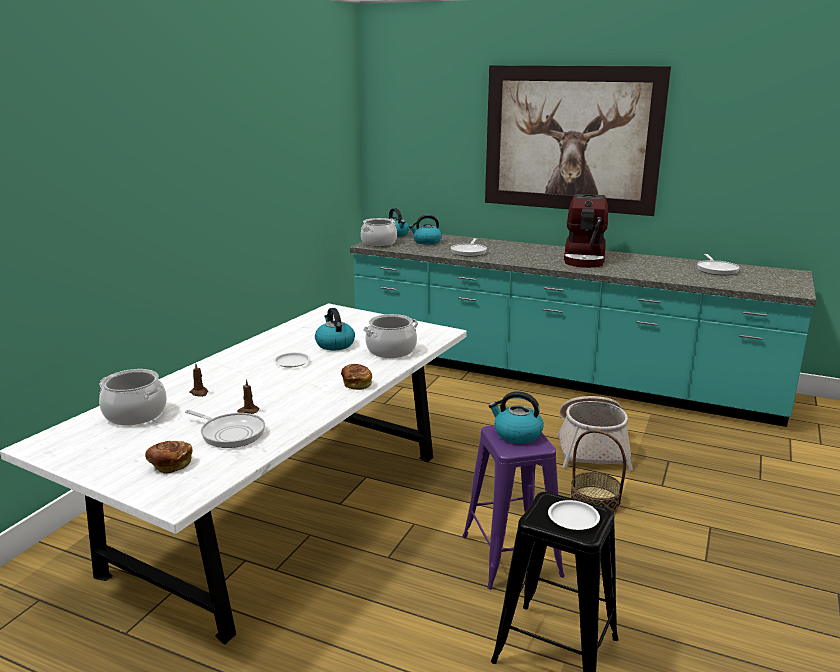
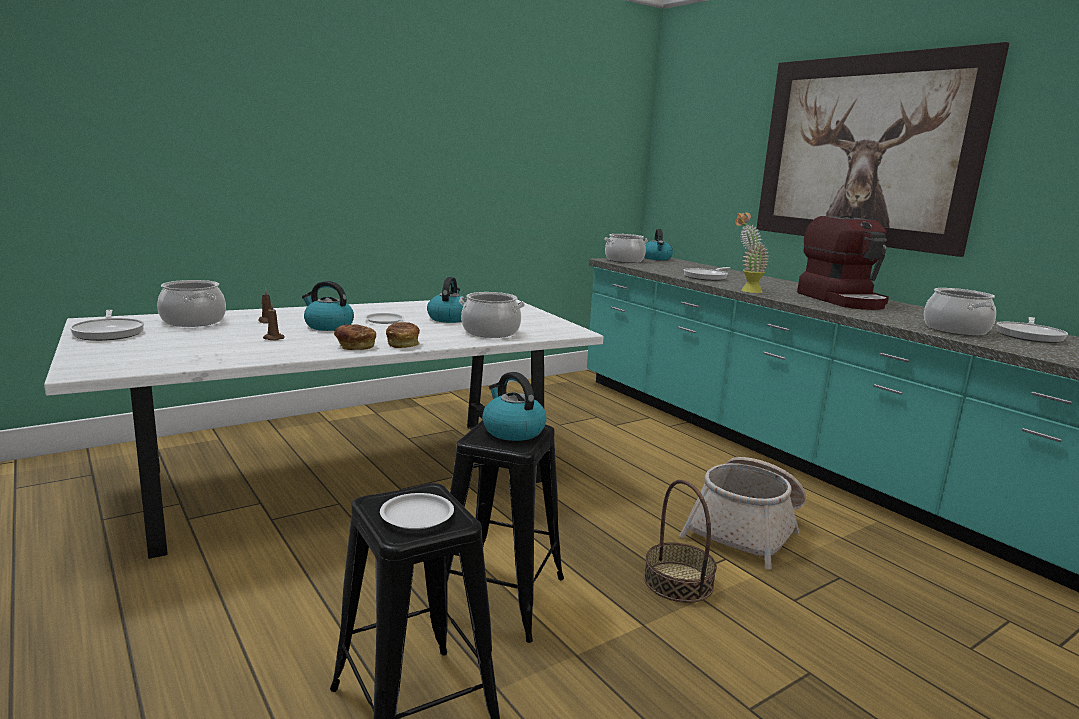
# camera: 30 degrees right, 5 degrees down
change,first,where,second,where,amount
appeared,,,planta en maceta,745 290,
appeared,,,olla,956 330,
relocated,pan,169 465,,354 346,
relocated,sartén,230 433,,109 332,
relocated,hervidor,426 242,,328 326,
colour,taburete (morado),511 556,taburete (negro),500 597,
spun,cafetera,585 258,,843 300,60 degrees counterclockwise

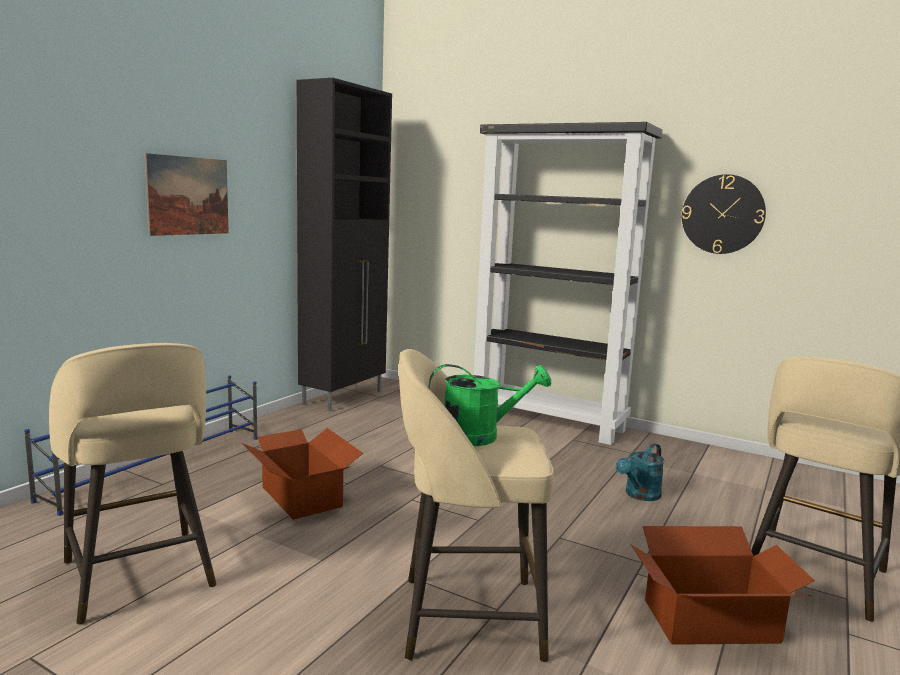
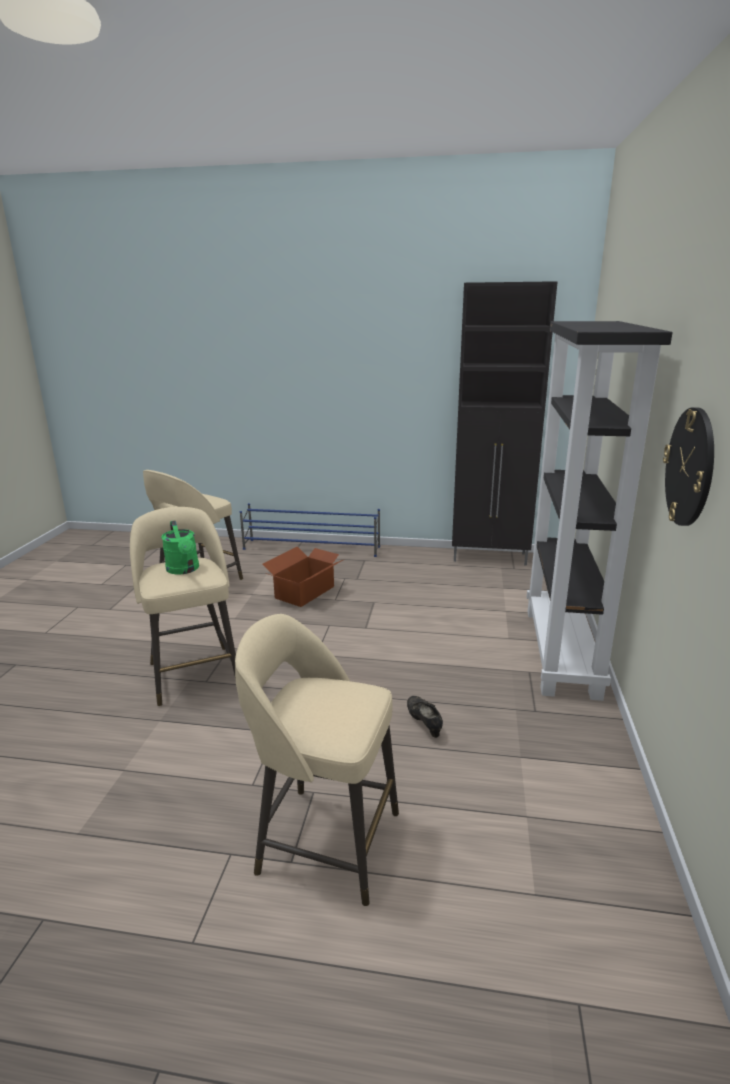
# camera: 70 degrees right, 10 degrees up
change,first,where,second,where,amount
missing,cuadro,188 196,,,
missing,caja de cartón,712 622,,,
exchanged,regadera (turquesa),639 495,zapato (negro),424 723,

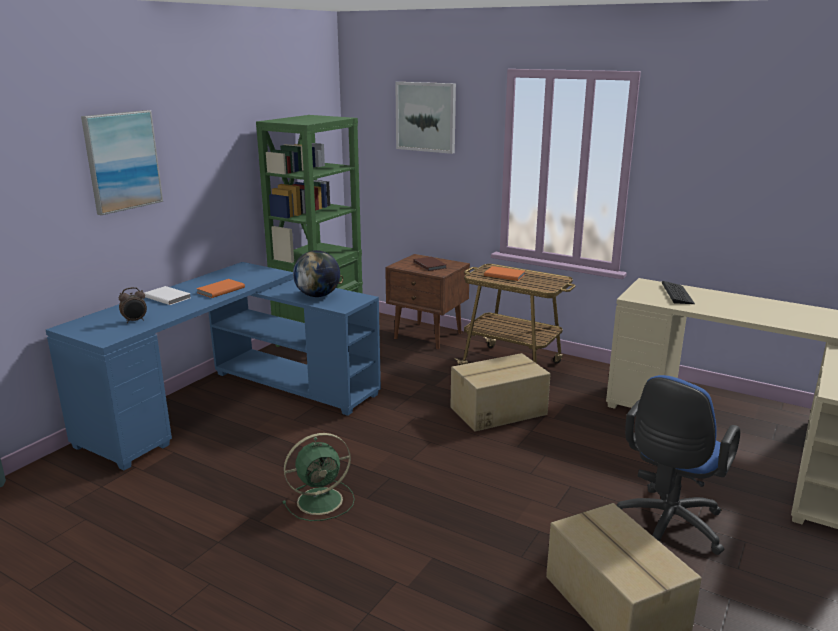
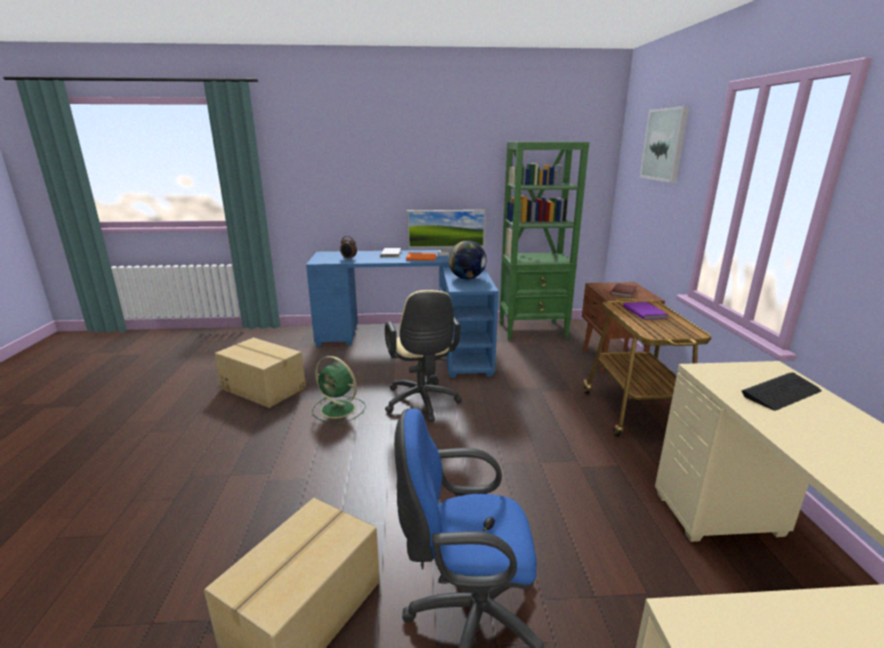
# camera: 55 degrees right, 0 degrees up
change,first,where,second,where,amount
missing,cuadro,122 161,,,
appeared,,,silla de oficina (beis),422 403,
appeared,,,monitor,446 254,
relocated,caja de cartón,497 410,,264 388,
colour,libro (naranja),504 275,libro (morado),645 312,

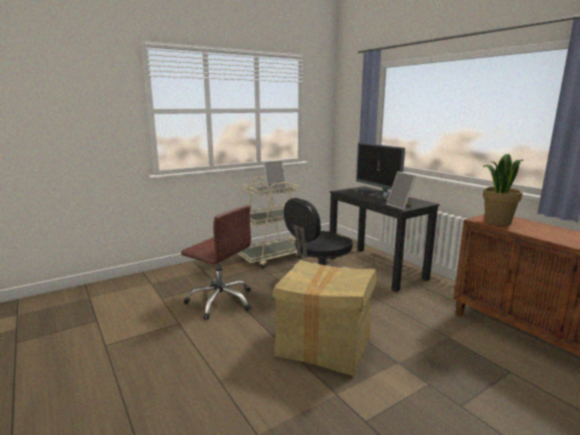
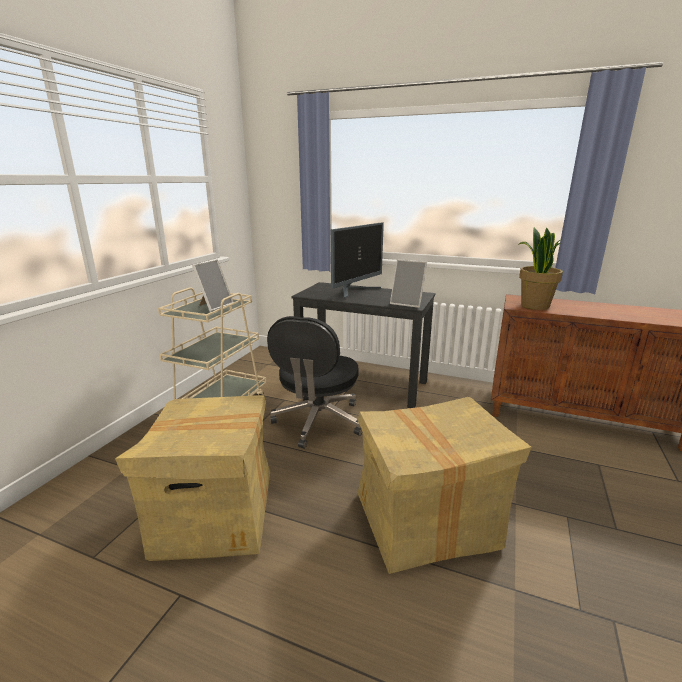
# camera: 35 degrees left, 5 degrees up
change,first,where,second,where,amount
exchanged,silla de oficina (marrón),221 301,caja de cartón,214 513,
spun,monitor,378 194,,355 291,75 degrees counterclockwise

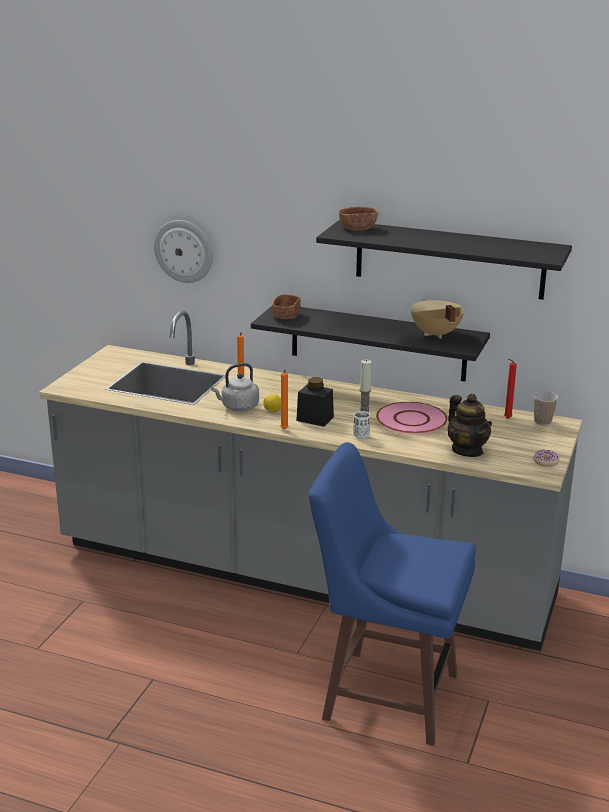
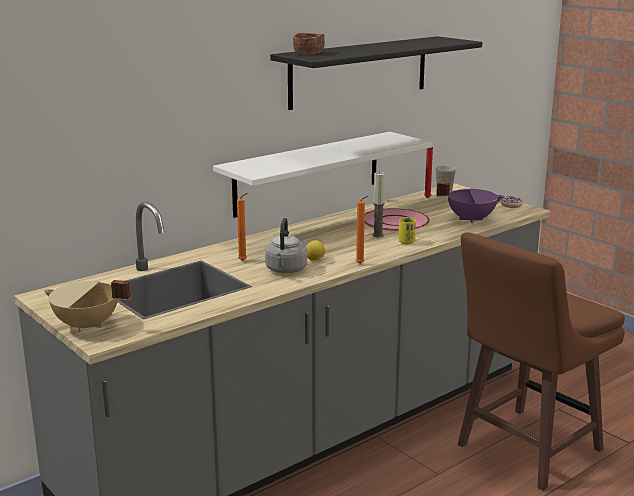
# camera: 60 degrees left, 5 degrees down
change,first,where,second,where,amount
missing,reloj de pared,184 251,,,
missing,cuenco (marrón),286 316,,,
missing,tarro (negro),315 419,,,
relocated,olla (beis),435 334,,86 326,
exchanged,tetera,467 450,olla (morado),470 219,
colour,estante (negro),377 342,estante (blanco),308 173,
colour,taburete (azul),386 694,taburete (marrón),526 448,
colour,taza (blanco),361 436,taza (amarillo),406 242,

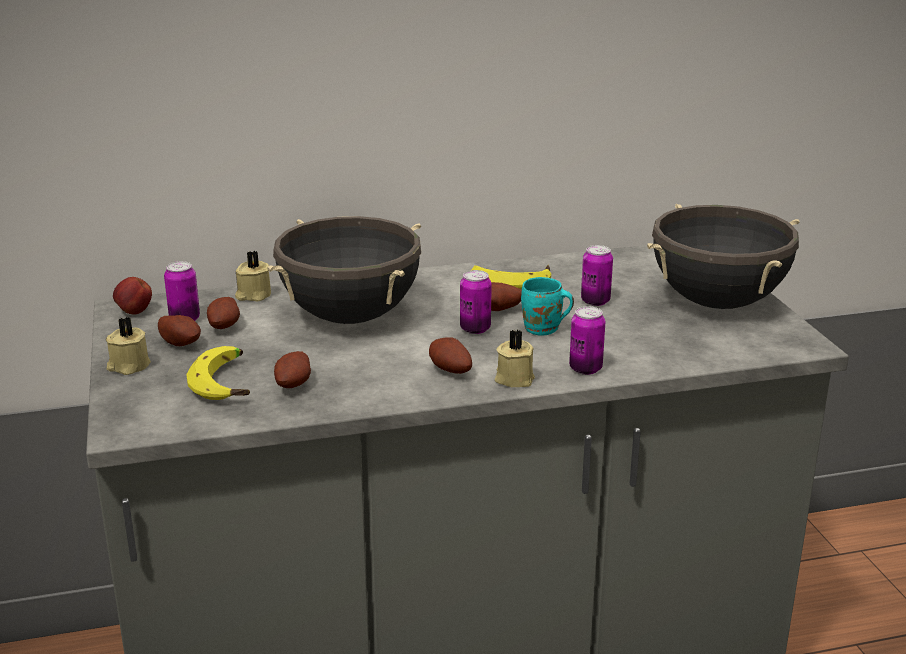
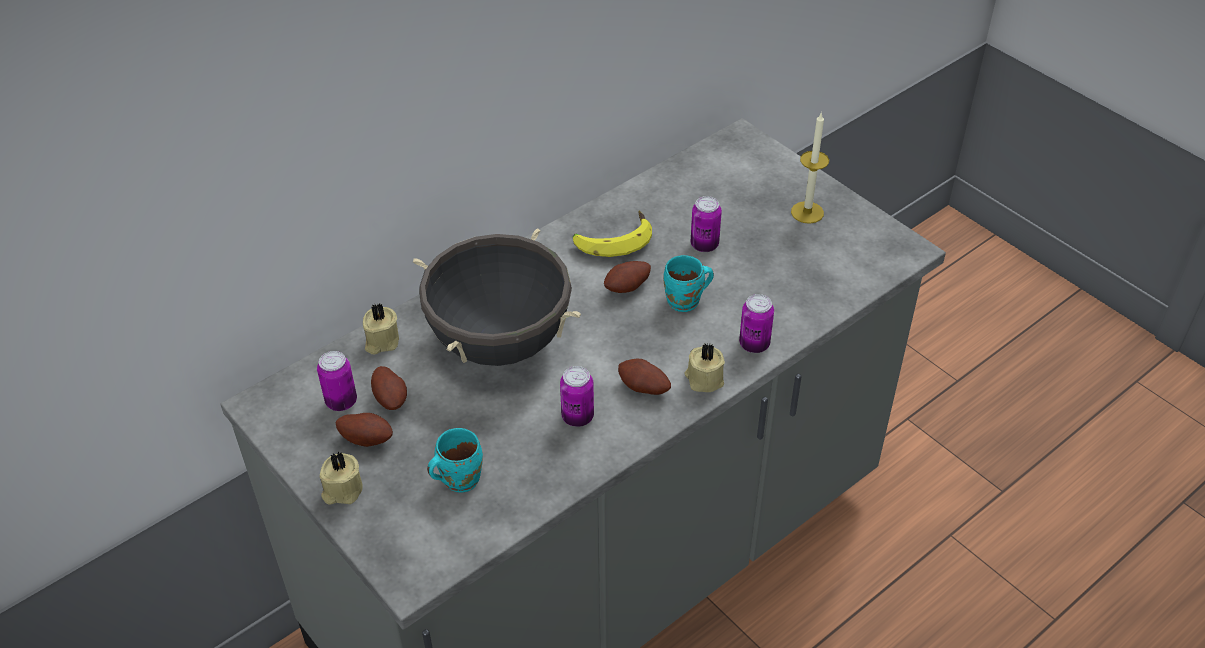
# camera: 25 degrees left, 20 degrees up
change,first,where,second,where,amount
missing,manzana,134 312,,,
missing,patata,295 385,,,
relocated,lata,475 329,,577 417,
exchanged,plátano,228 383,taza grande (turquesa),458 478,
exchanged,olla (negro),717 302,vela,807 212,

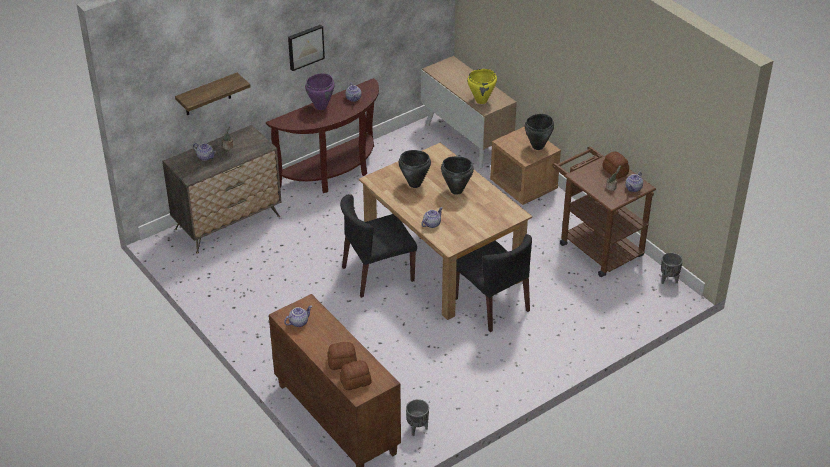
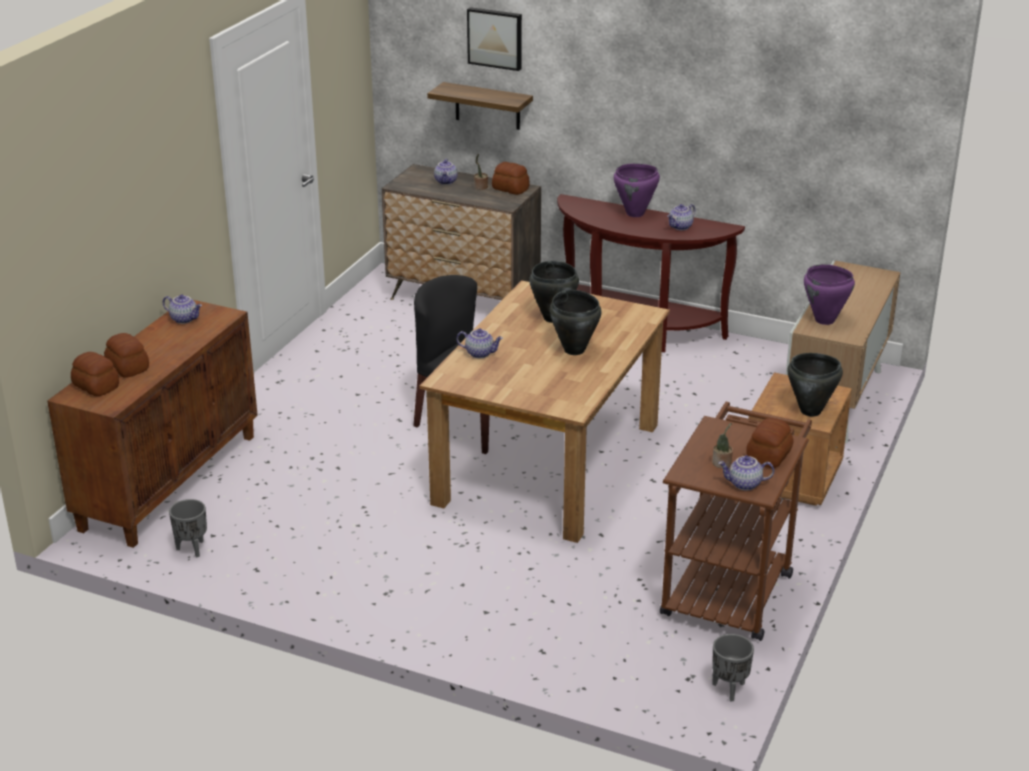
# camera: 60 degrees right, 10 degrees down
change,first,where,second,where,amount
missing,silla (negro),492 305,,,
appeared,,,pan,510 188,
relocated,cuadro,305 46,,495 38,
colour,olla (amarillo),481 101,olla (morado),824 320,

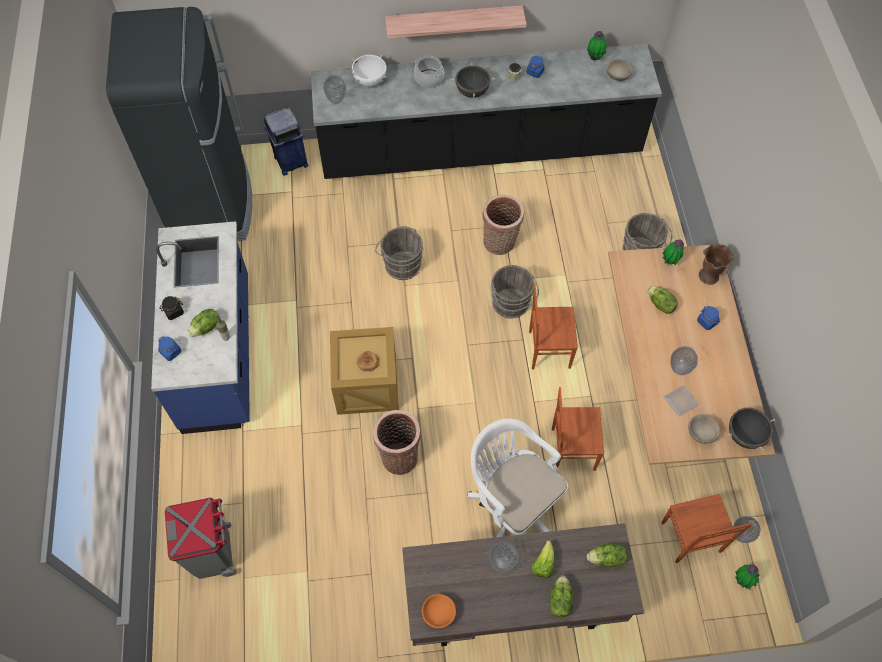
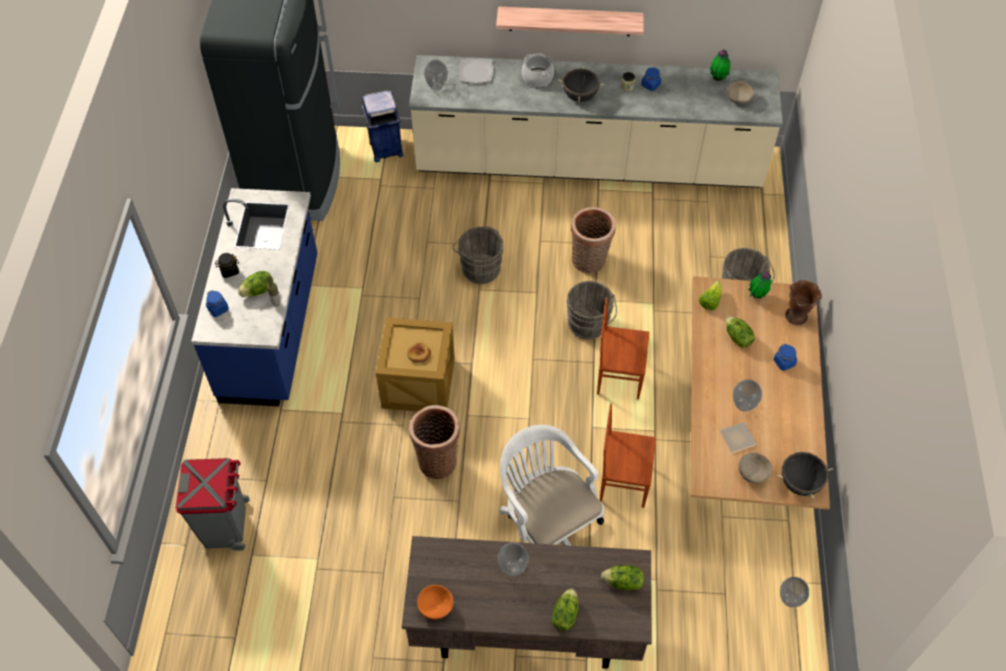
# camera: 10 degrees right, 5 degrees down
change,first,where,second,where,amount
missing,silla (marrón),690 538,,,
missing,planta en maceta,742 580,,,
relocated,lechuga,543 564,,710 301,
exchanged,olla (blanco),370 81,plato,475 72,
colour,mueble bajo de cocina (negro),481 151,mueble bajo de cocina (beis),588 165,

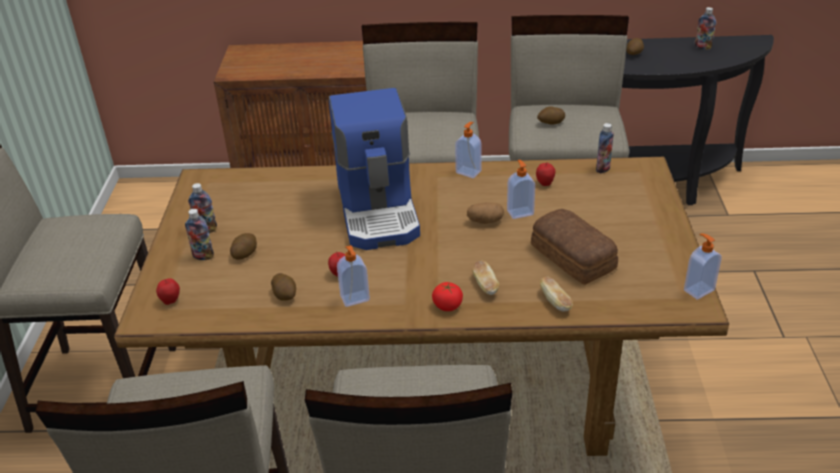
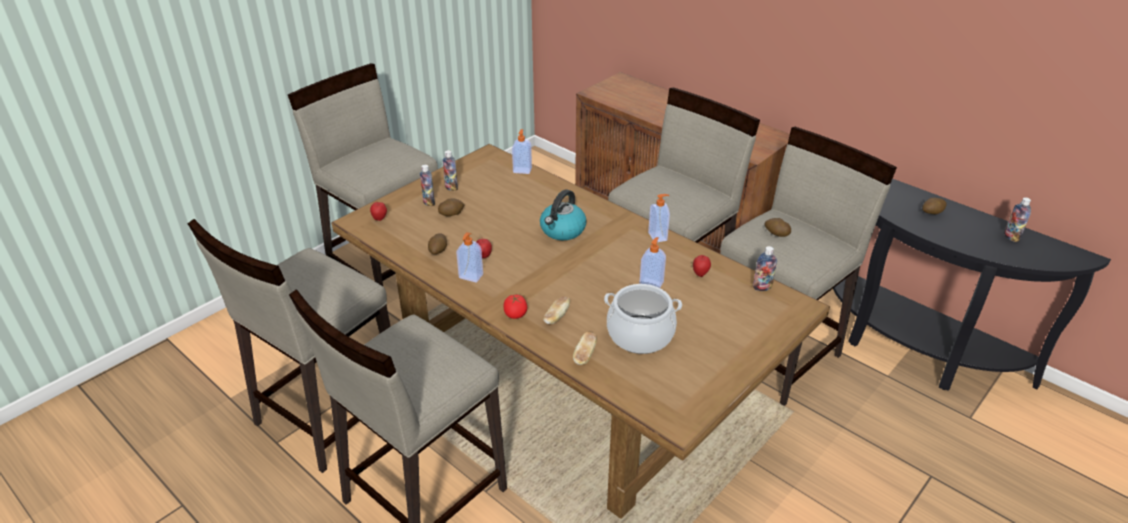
# camera: 40 degrees right, 0 degrees up
change,first,where,second,where,amount
missing,patata,485 221,,,
relocated,dispensador de jabón,698 290,,522 170,
exchanged,cafetera,379 210,hervidor,562 230,
exchanged,pan,572 258,olla,640 335,

